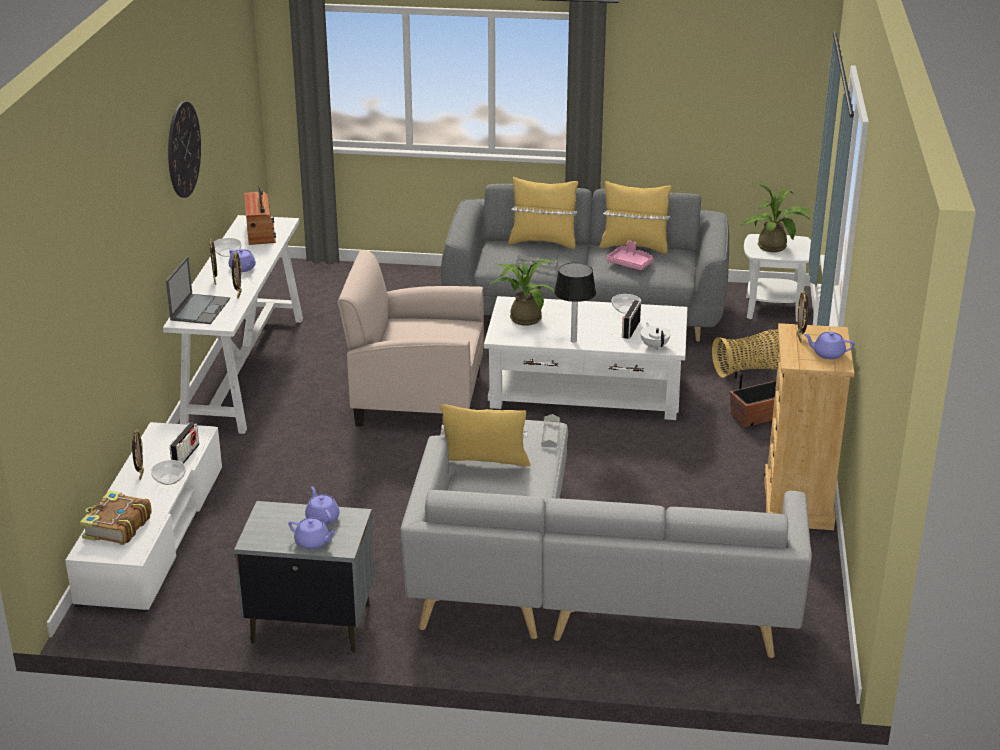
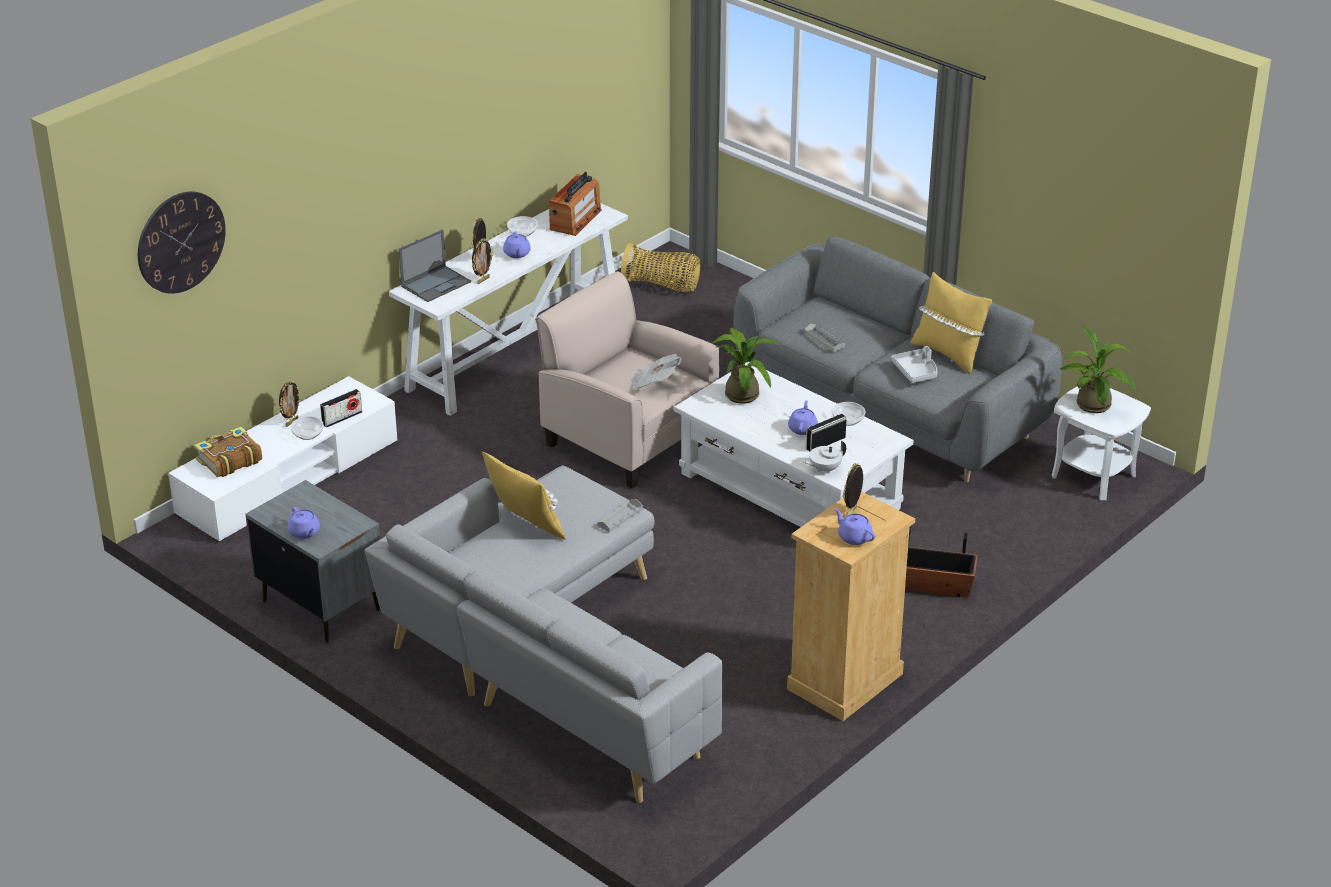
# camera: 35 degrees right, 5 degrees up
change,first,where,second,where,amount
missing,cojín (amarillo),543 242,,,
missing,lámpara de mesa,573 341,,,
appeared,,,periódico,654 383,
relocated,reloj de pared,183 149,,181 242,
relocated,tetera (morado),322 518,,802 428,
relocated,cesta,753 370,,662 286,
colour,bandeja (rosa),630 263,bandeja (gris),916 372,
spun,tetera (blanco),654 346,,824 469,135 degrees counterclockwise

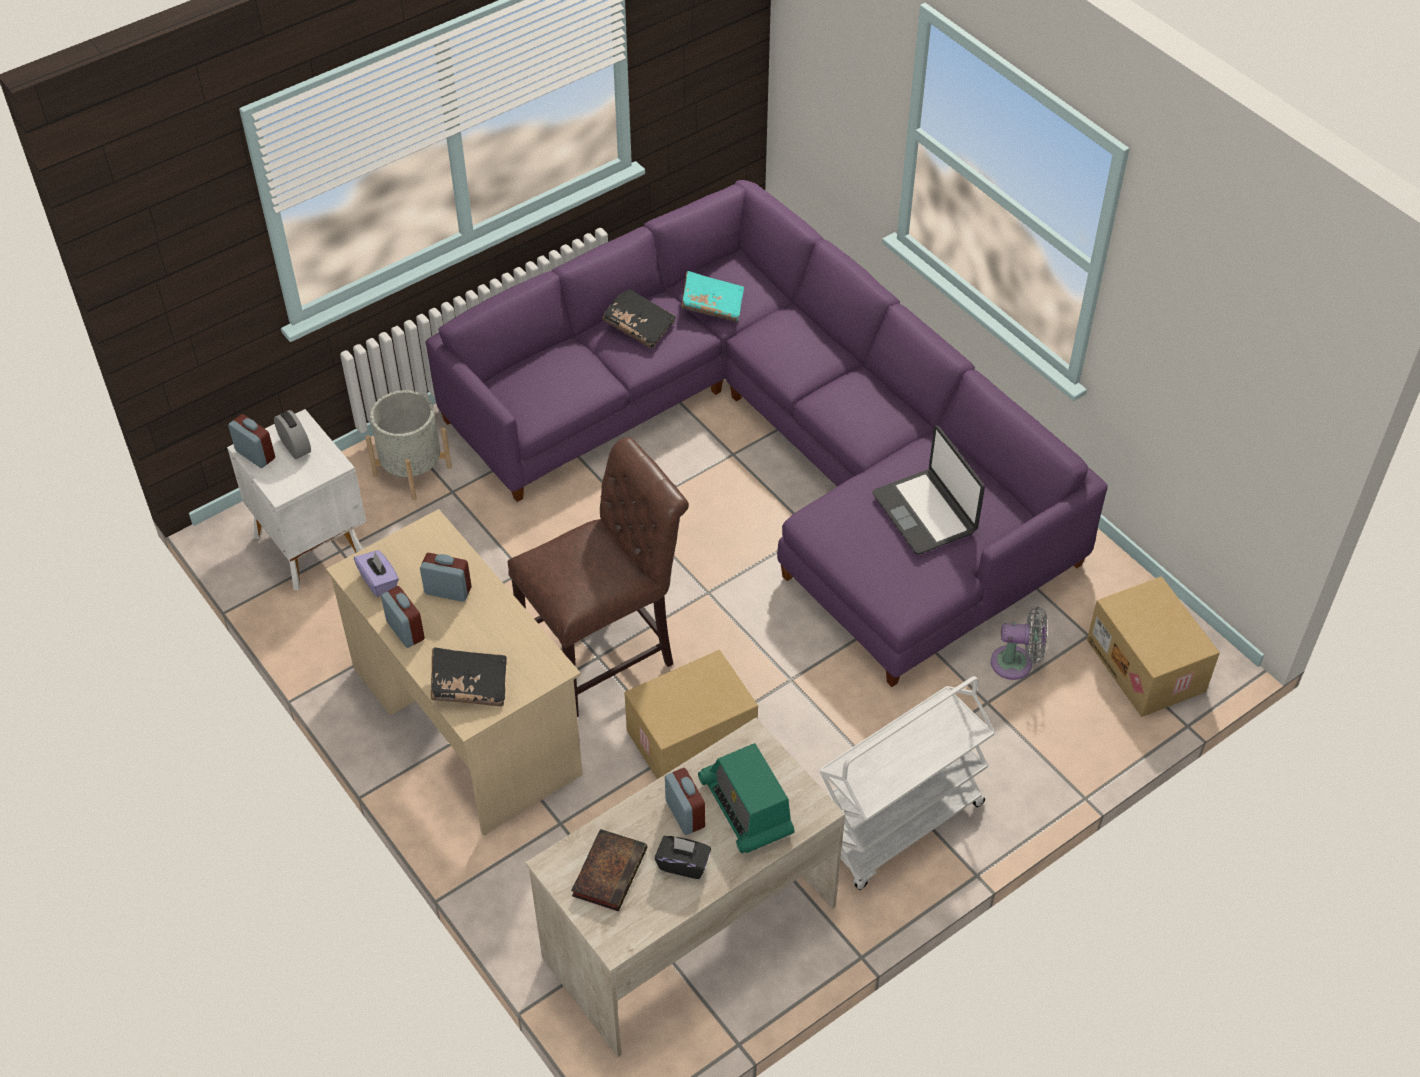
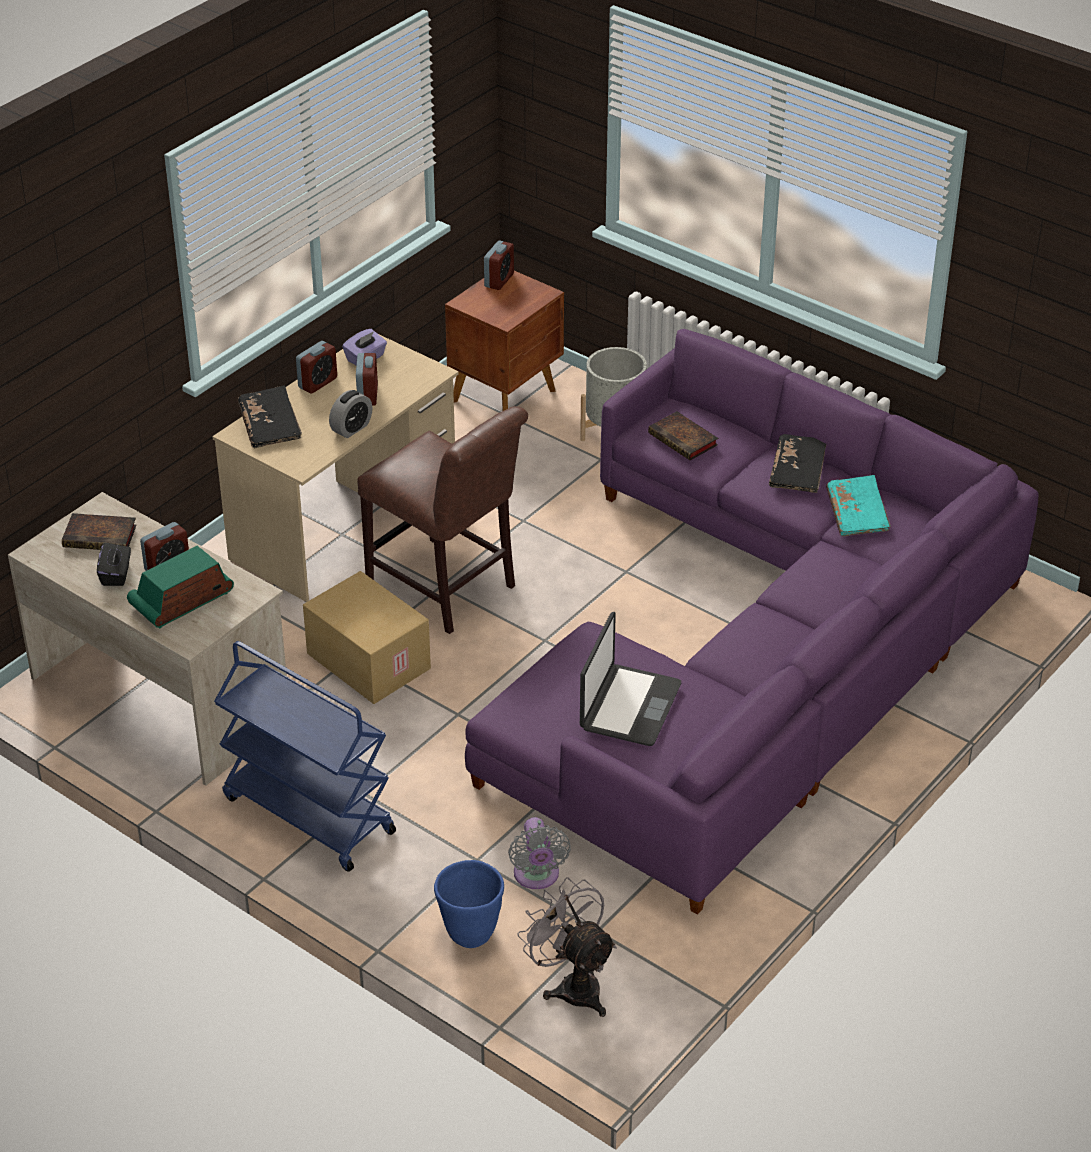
# camera: 75 degrees right, 10 degrees down
change,first,where,second,where,amount
appeared,,,maceta (azul),470 933,
appeared,,,libro,684 440,
relocated,despertador,295 447,,351 428,
exchanged,caja de cartón,1147 665,ventilador (gris),572 985,
colour,mesita de noche (blanco),310 543,mesita de noche (marrón),506 396,
colour,carrito (blanco),898 825,carrito (azul),307 815,
spun,portátil,925 512,,629 706,150 degrees clockwise

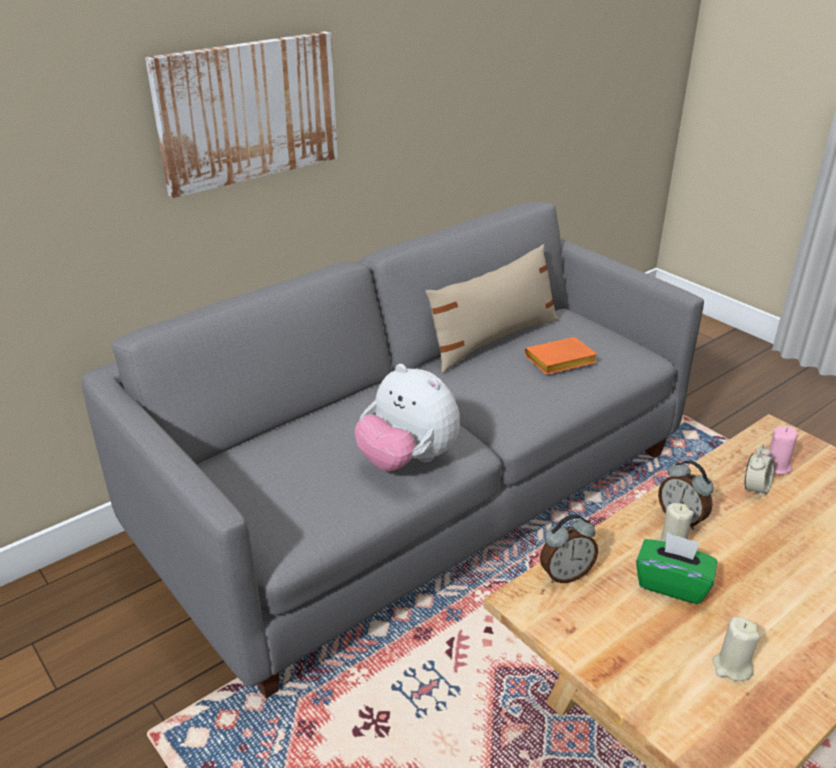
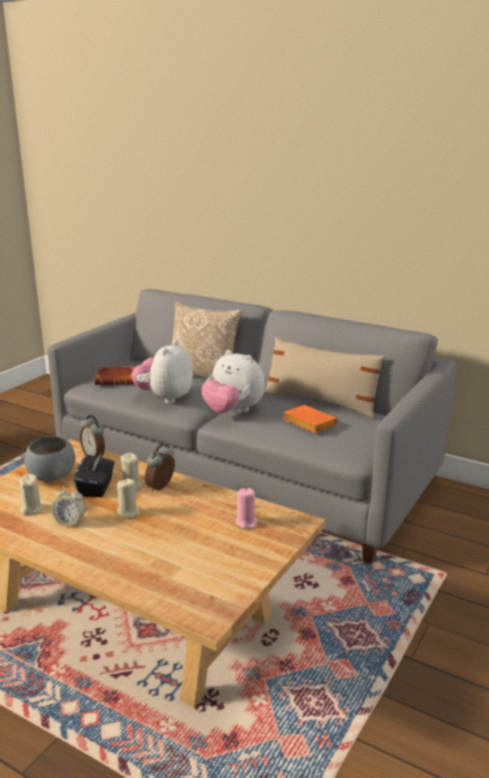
# camera: 70 degrees right, 10 degrees down
change,first,where,second,where,amount
missing,cuadro,248 111,,,
appeared,,,cuenco (gris),51 476,
appeared,,,libro (marrón),117 379,
appeared,,,vela (beis),128 512,
appeared,,,cojín,204 375,
appeared,,,peluche,233 411,
relocated,despertador,755 489,,70 522,
colour,caja de pañuelos (verde),672 584,caja de pañuelos (negro),96 487,

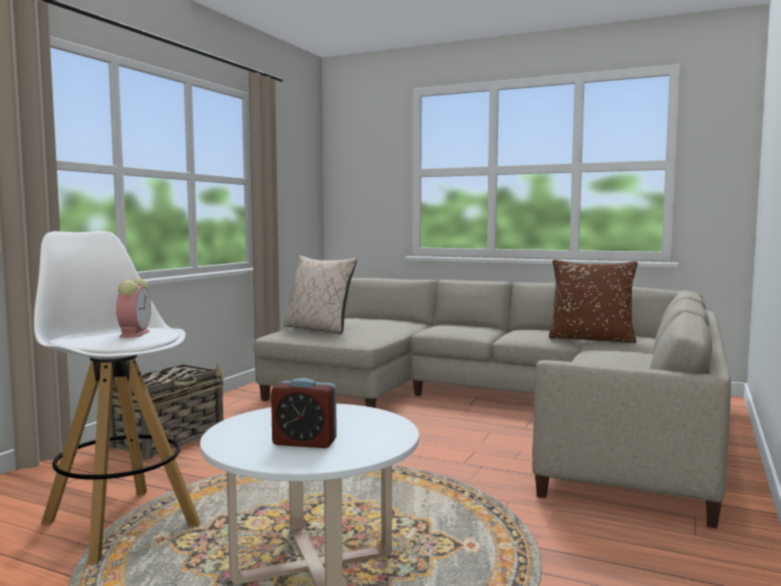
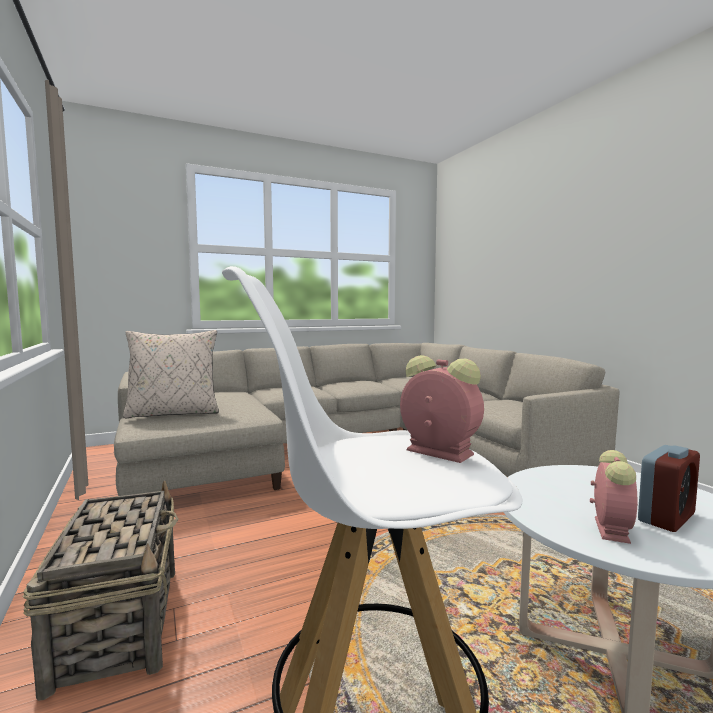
# camera: 50 degrees left, 0 degrees up
change,first,where,second,where,amount
missing,cojín (marrón),591 339,,,
appeared,,,despertador,610 528,

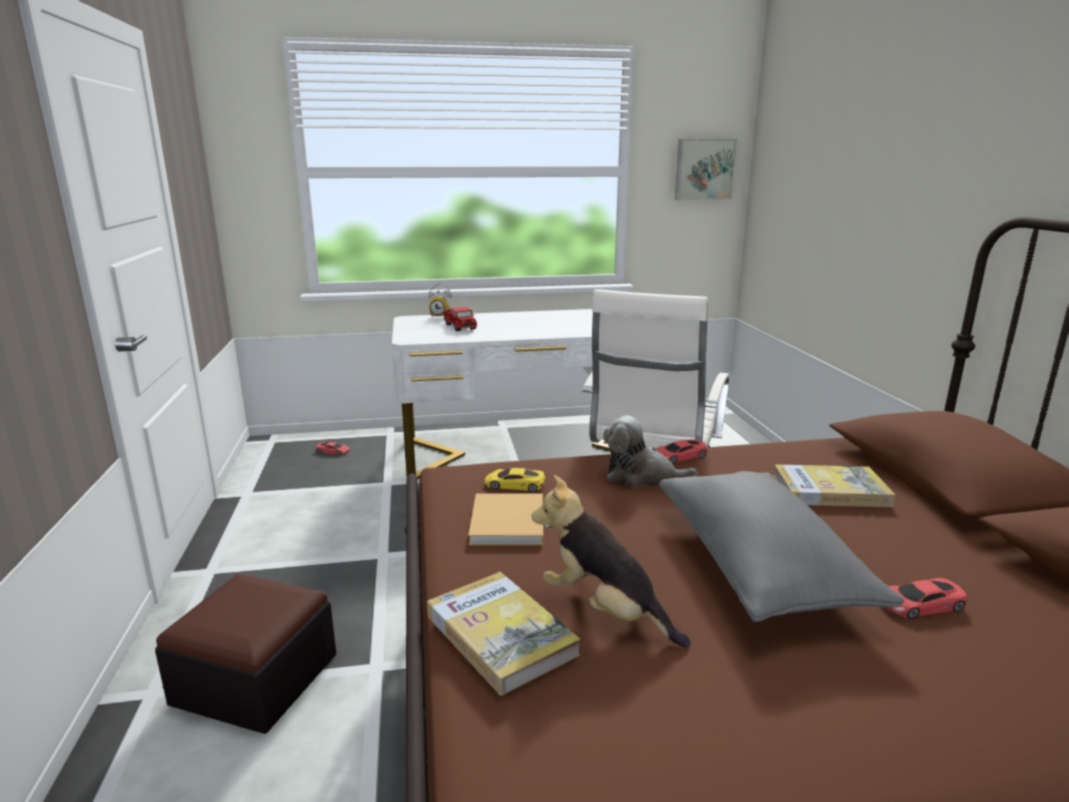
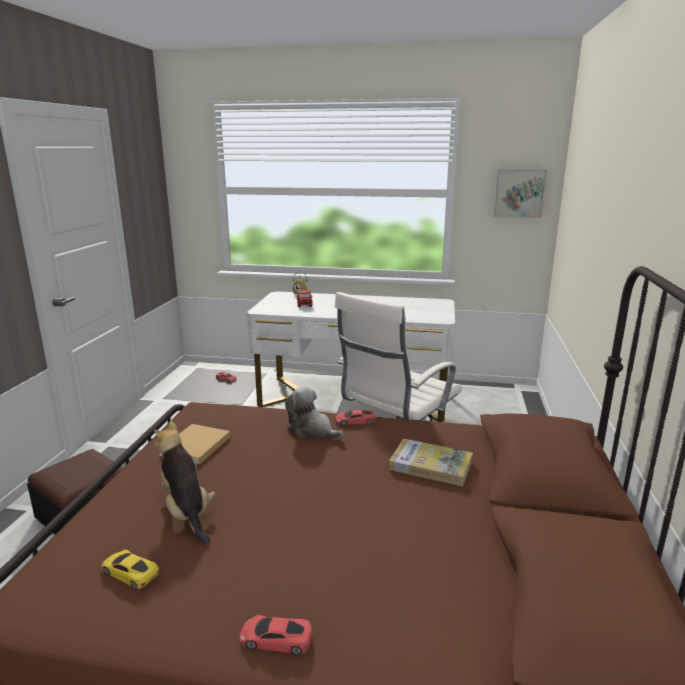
# camera: 20 degrees right, 0 degrees up
change,first,where,second,where,amount
missing,libro,500 635,,,
missing,cojín (gris),758 566,,,
relocated,coche de juguete (amarillo),514 484,,130 572,
relocated,coche de juguete (rojo),920 604,,276 638,

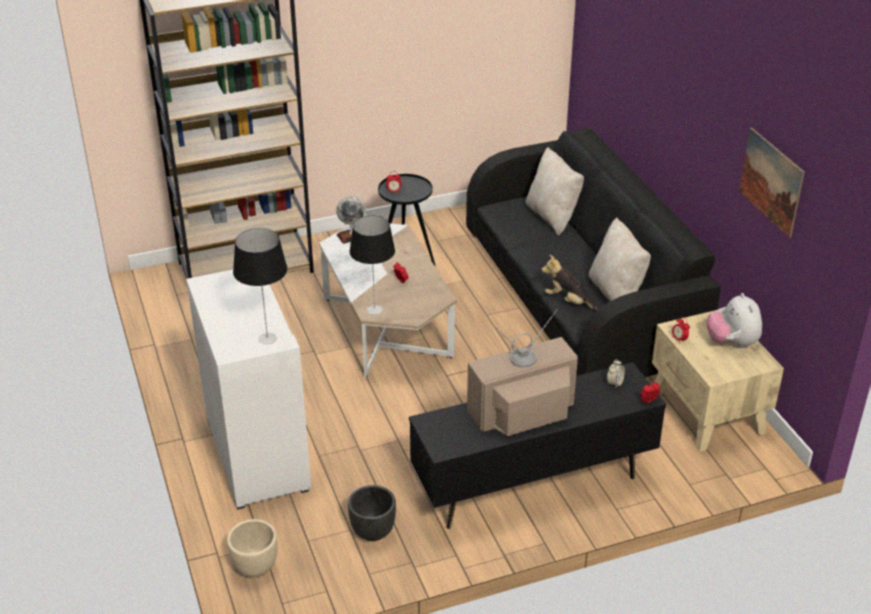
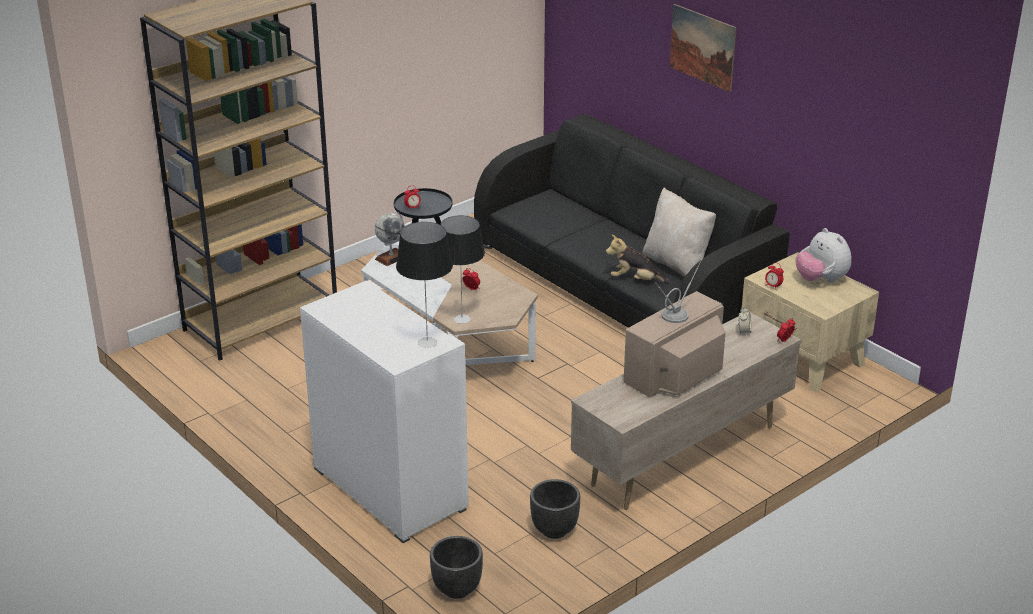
# camera: 20 degrees left, 5 degrees down
change,first,where,second,where,amount
missing,cojín (beis),552 217,,,
relocated,cuadro,771 181,,702 47,
colour,maceta (beis),255 568,maceta (negro),456 590,
colour,mueble de televisión (negro),533 486,mueble de televisión (beis),682 455,

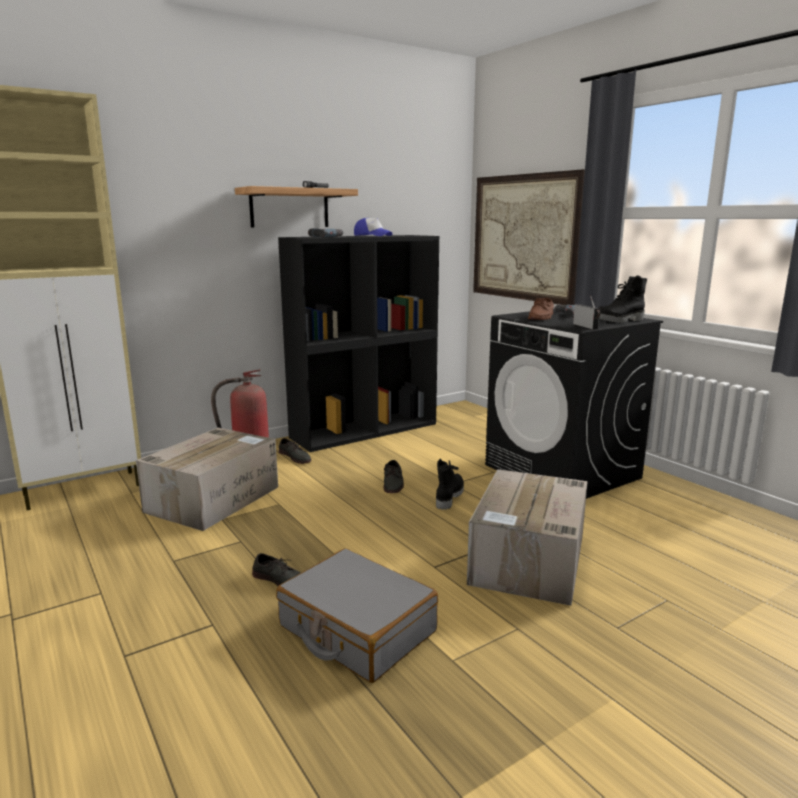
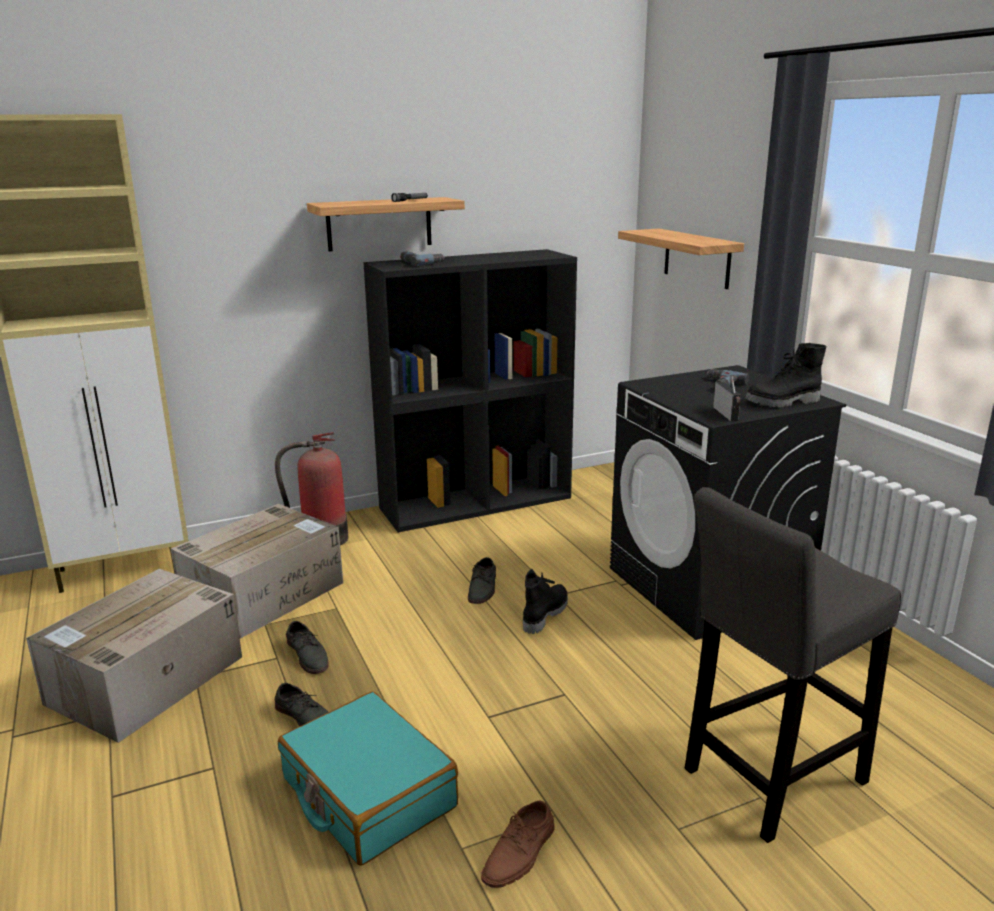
# camera: 10 degrees right, 5 degrees up
change,first,where,second,where,amount
missing,gorra,372 236,,,
appeared,,,taburete (gris),768 780,
relocated,zapato (gris),295 457,,308 655,
relocated,caja de cartón,528 560,,144 681,
relocated,zapato (marrón),541 317,,520 853,
exchanged,cuadro,524 238,estante,697 258,
colour,maleta (gris),356 629,maleta (turquesa),367 793,

